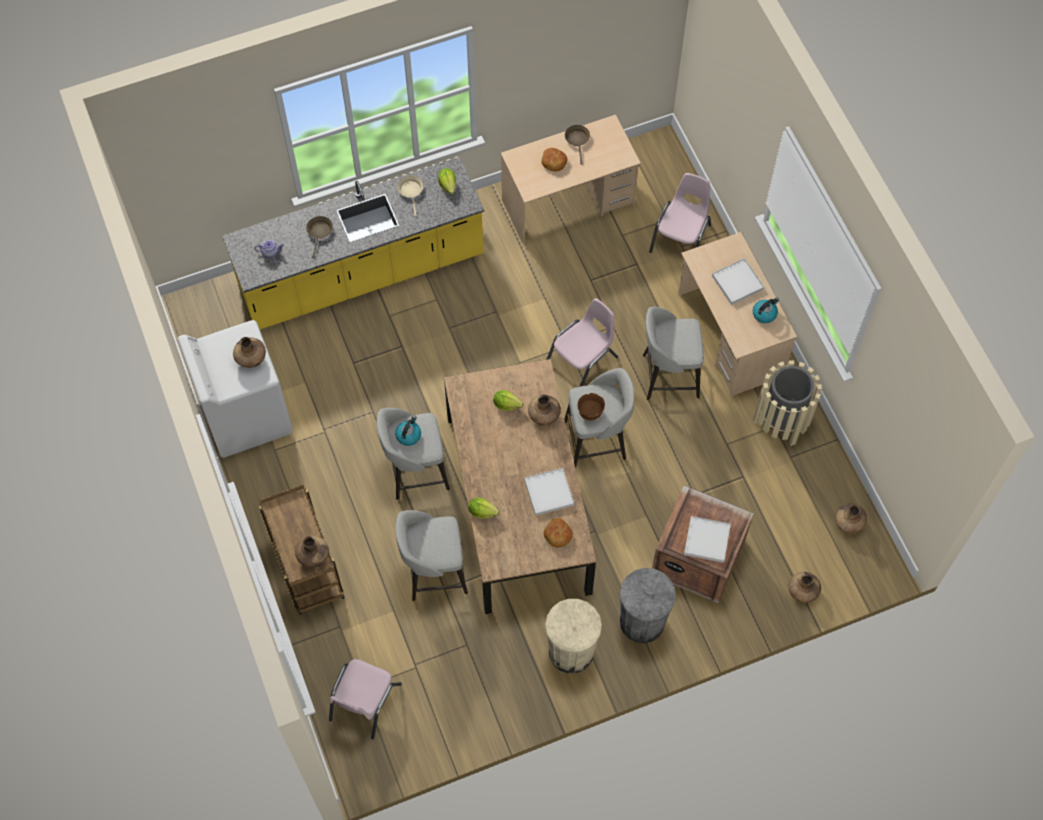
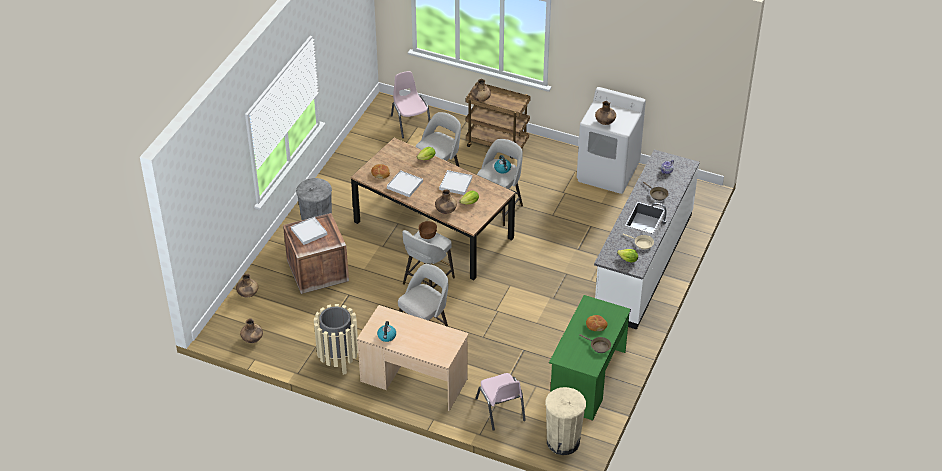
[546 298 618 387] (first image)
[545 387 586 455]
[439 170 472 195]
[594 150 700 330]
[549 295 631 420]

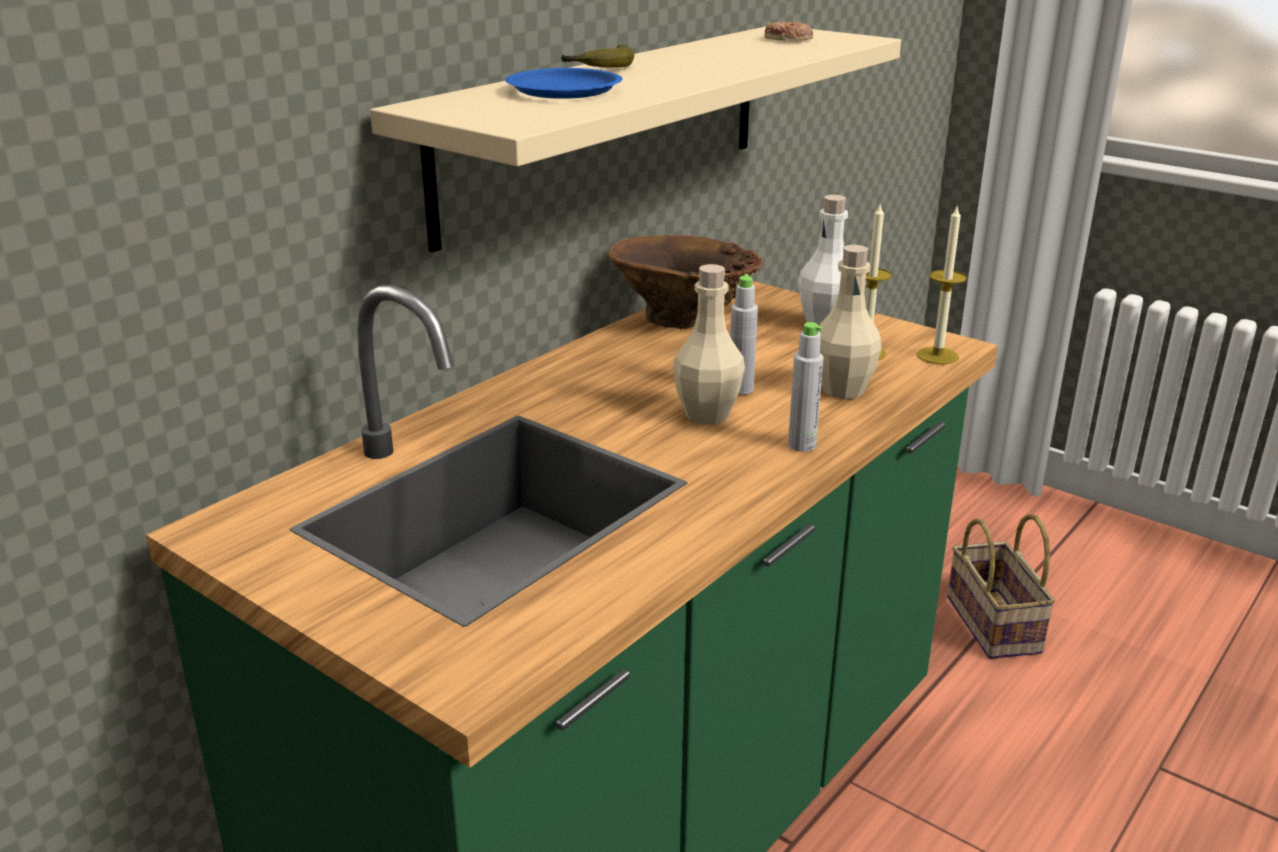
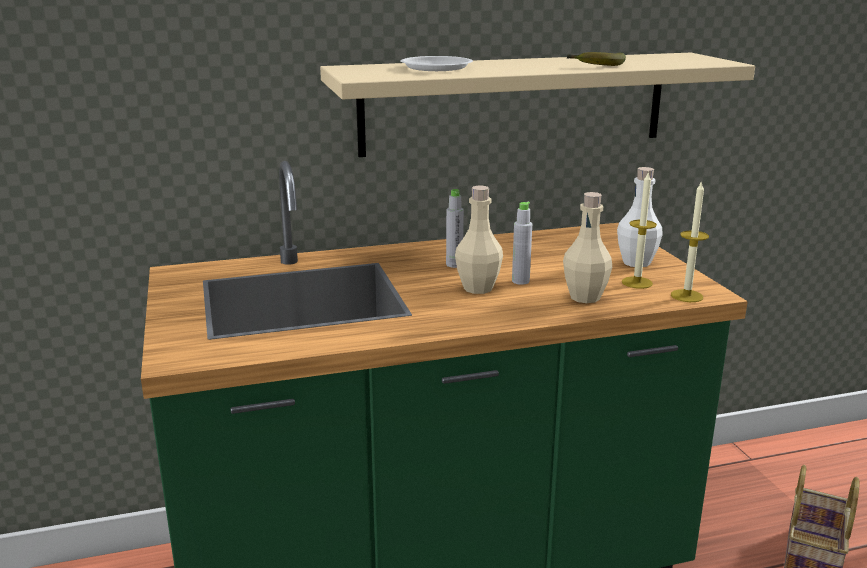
[608 235 763 329] (first image)
[765 22 813 41] (first image)
[567 52 626 66]
[446 189 464 268]
[400 56 473 71]

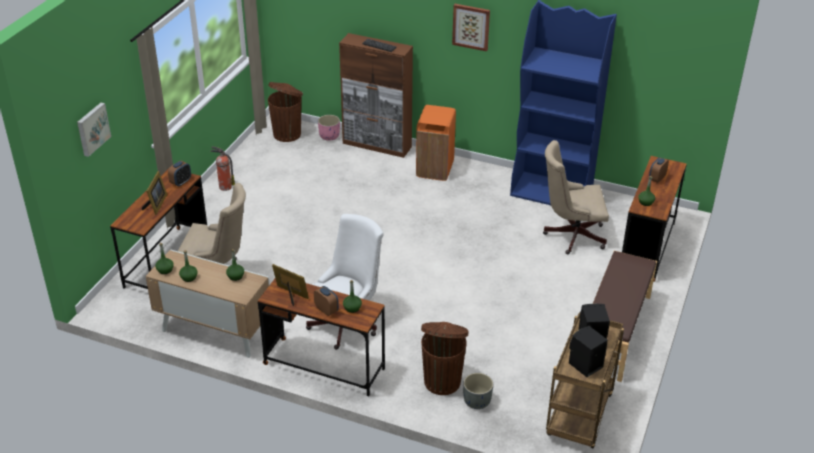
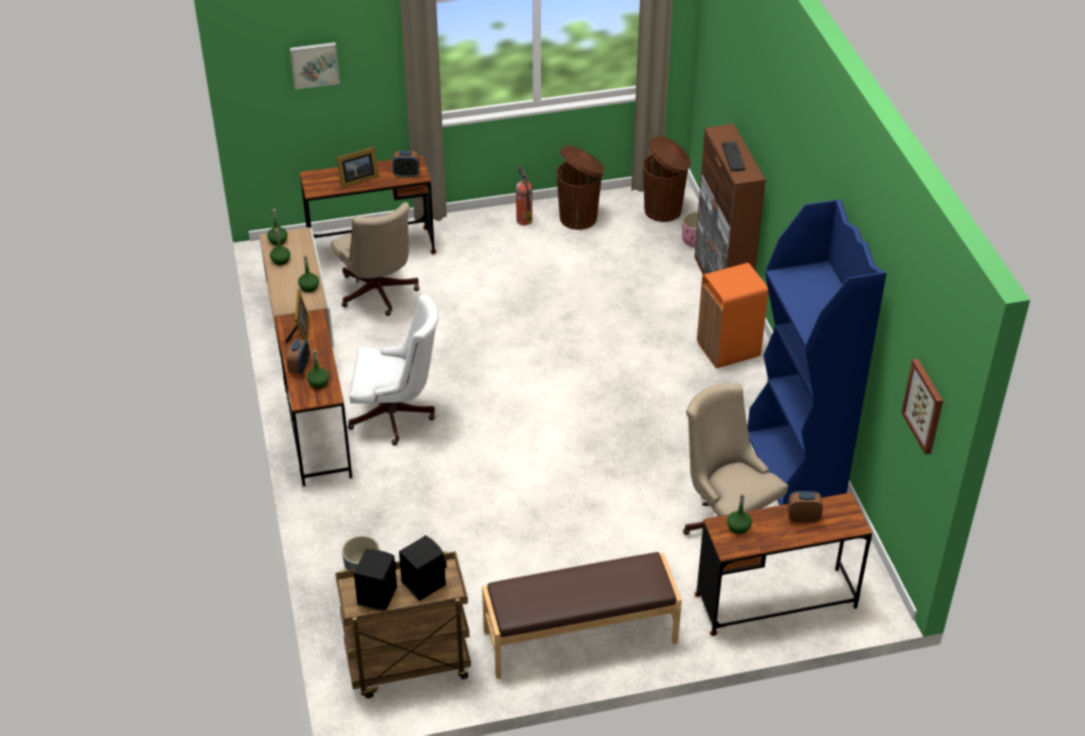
[556 146 604 230]
[901 359 943 455]

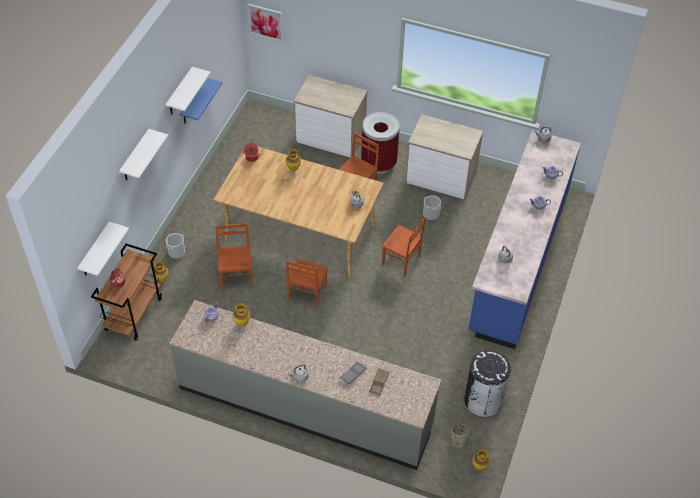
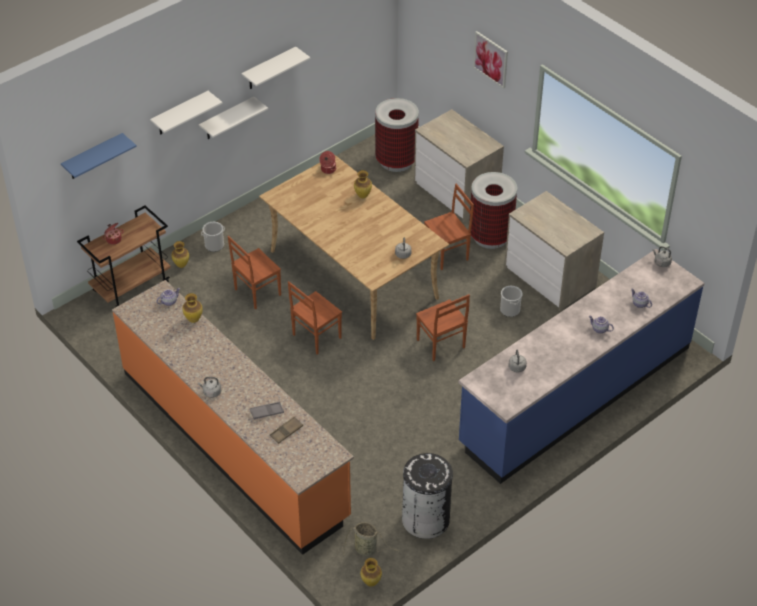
[375 98 419 172]
[199 97 268 139]
[61 133 137 179]
[473 31 508 89]
[112 280 354 555]
[228 236 281 310]

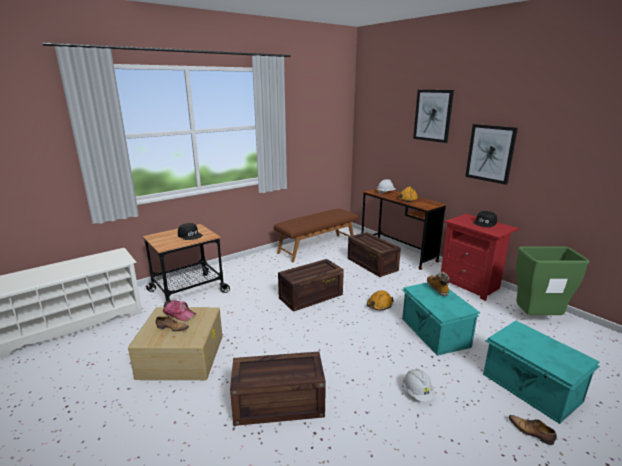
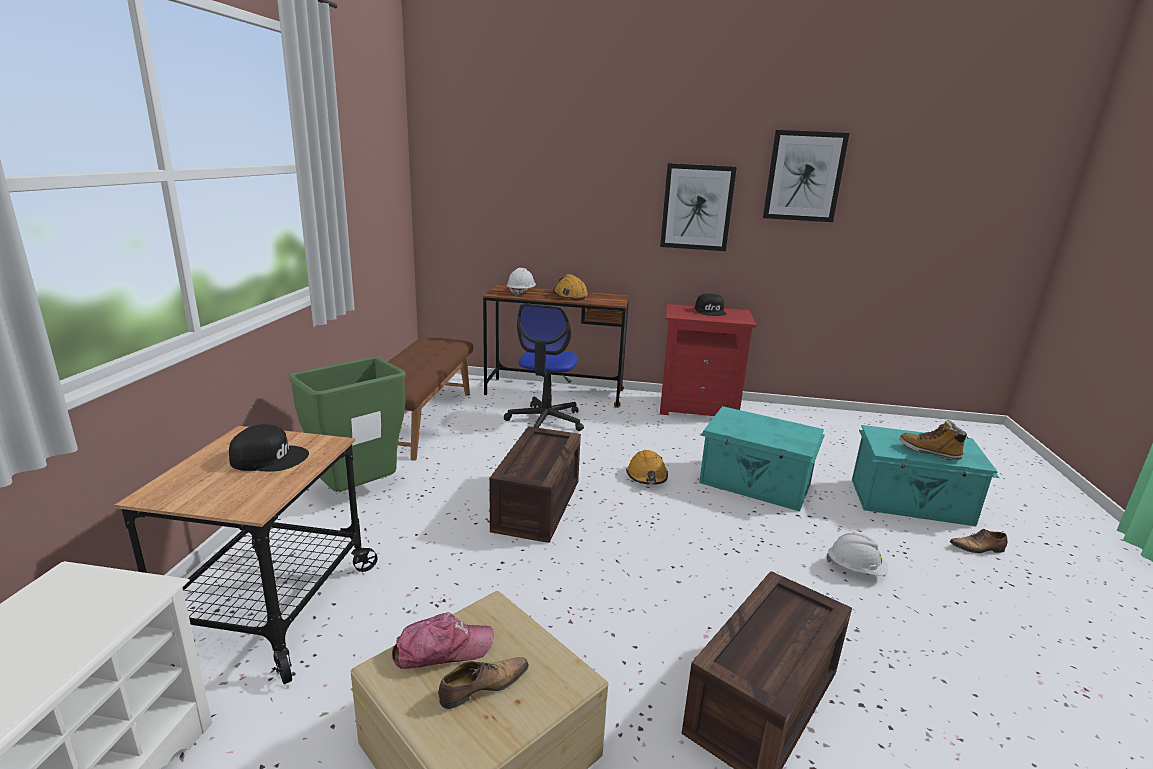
[763 130 849 222]
[899 420 969 460]
[289 357 406 492]
[504 303 584 431]

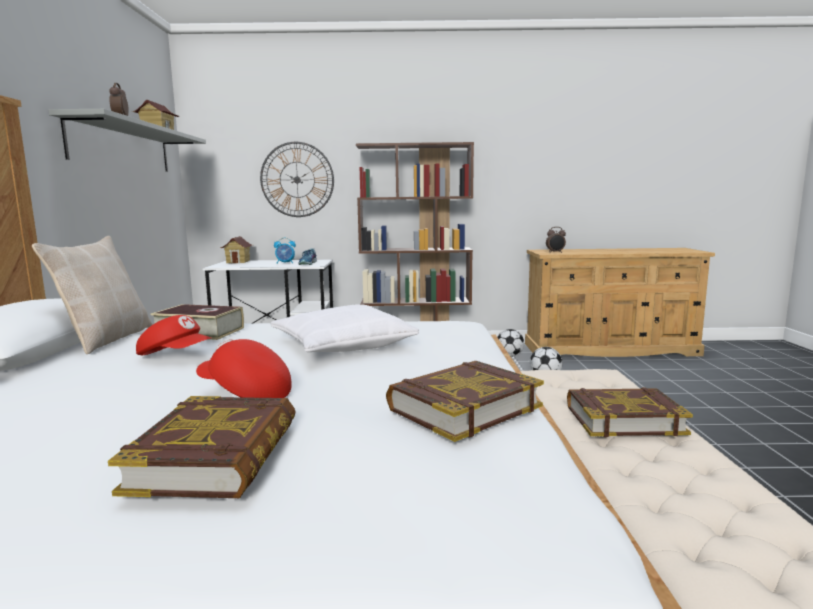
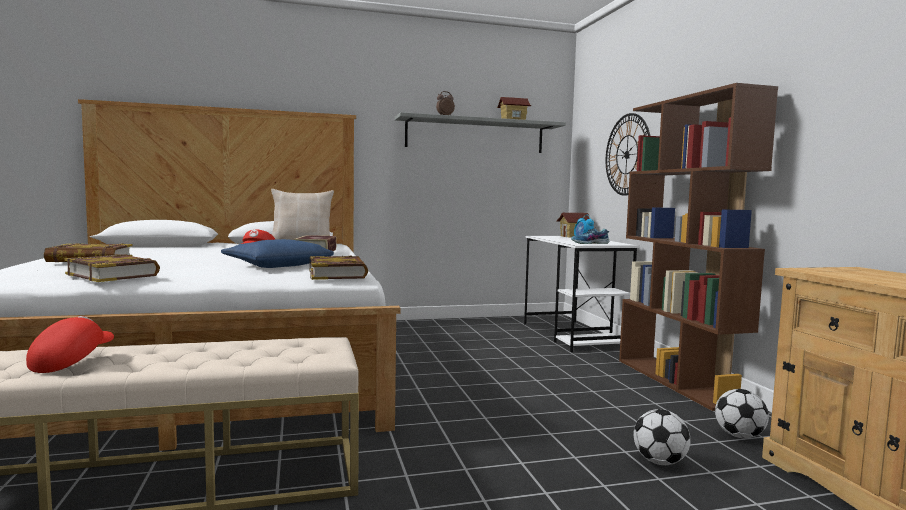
[546 227 566 253] (first image)
[26 316 114 373]
[310 256 368 280]
[221 239 334 268]

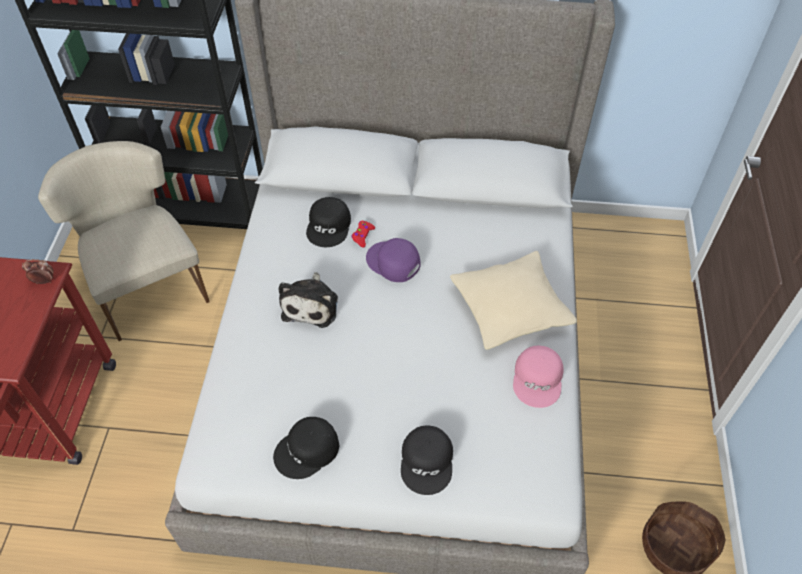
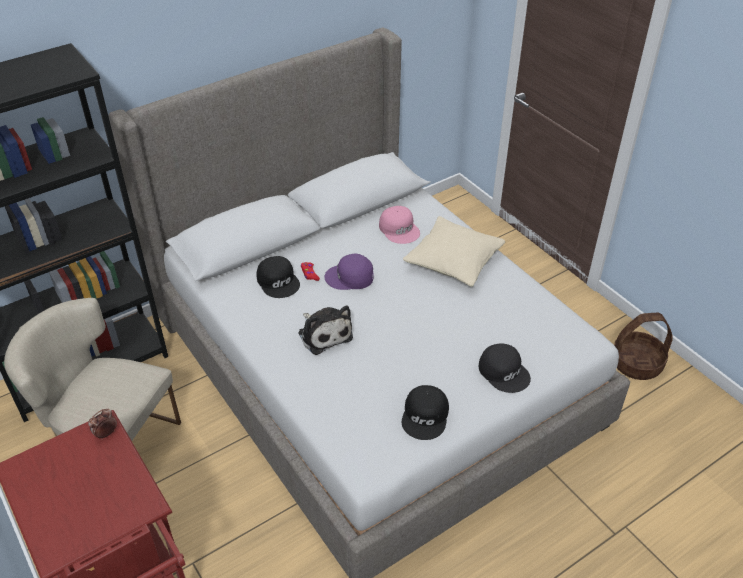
[379 206 420 244]

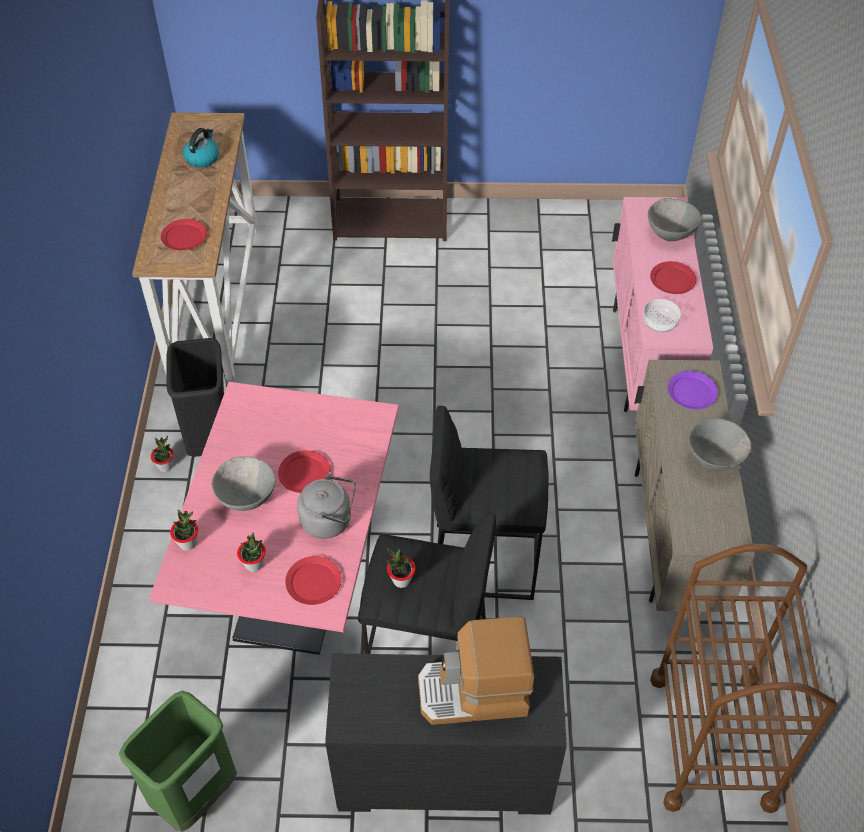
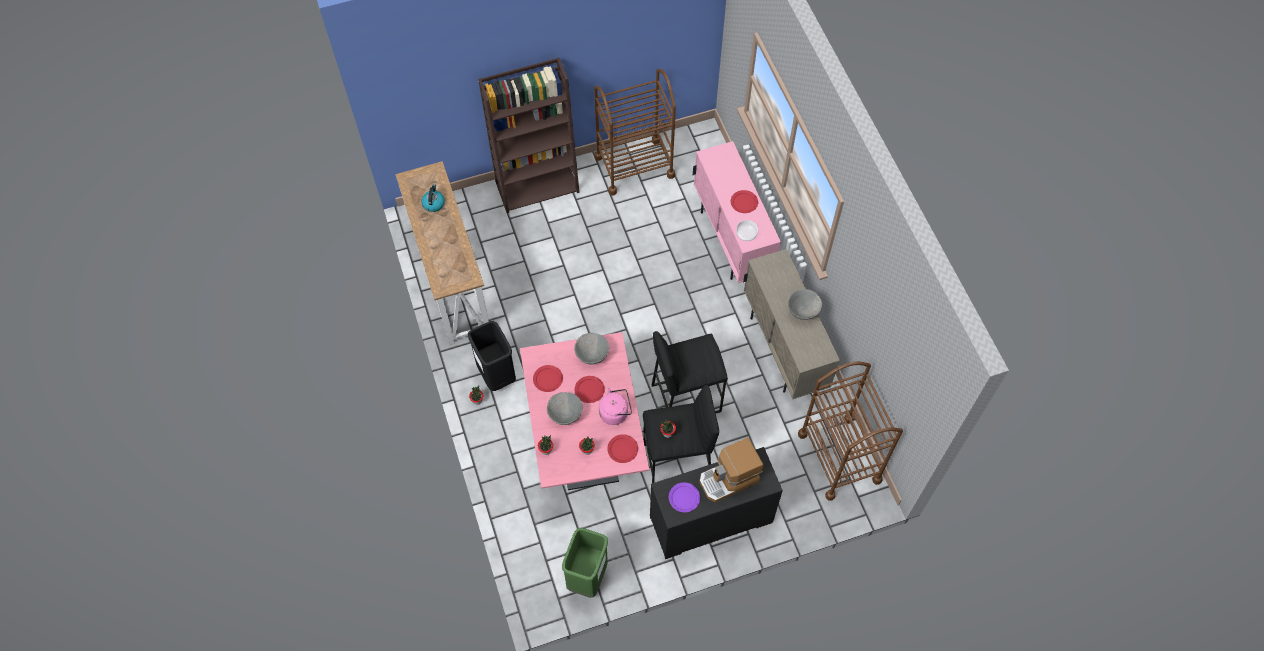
[594 69 676 195]
[533 365 563 392]
[574 333 609 365]
[669 483 700 512]
[599 387 632 425]

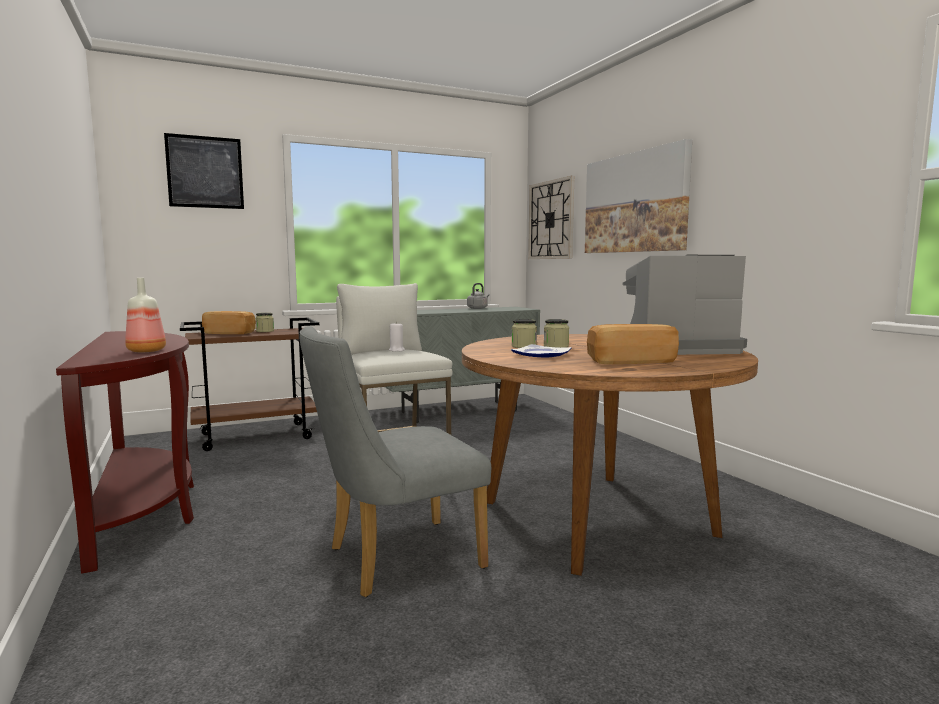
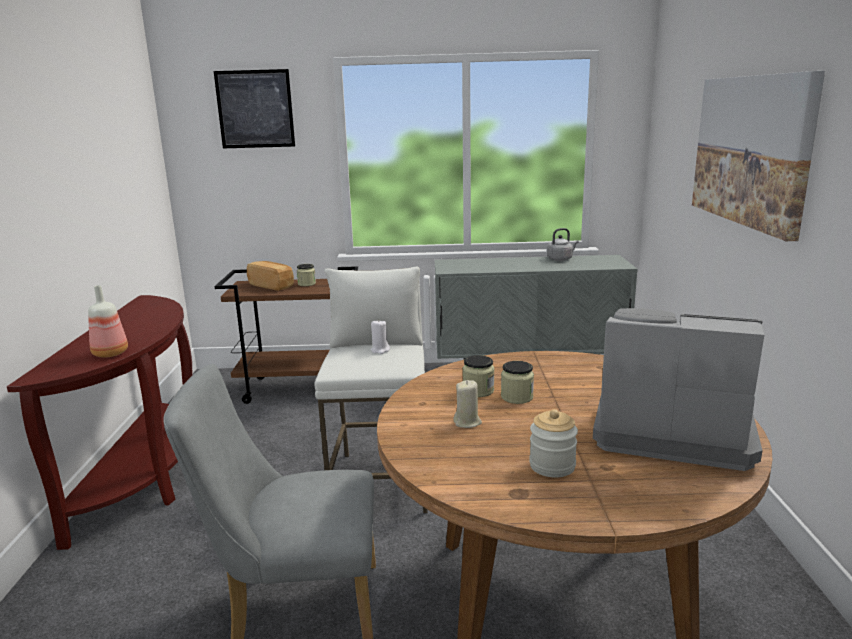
[528 176 574 259] (first image)
[454 380 482 428]
[529 409 578 478]

